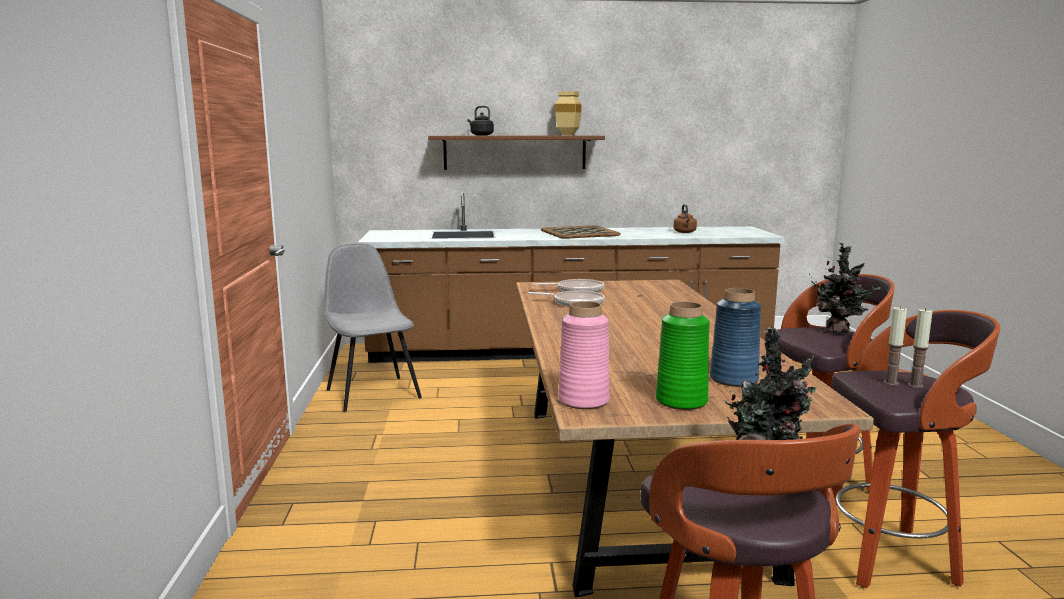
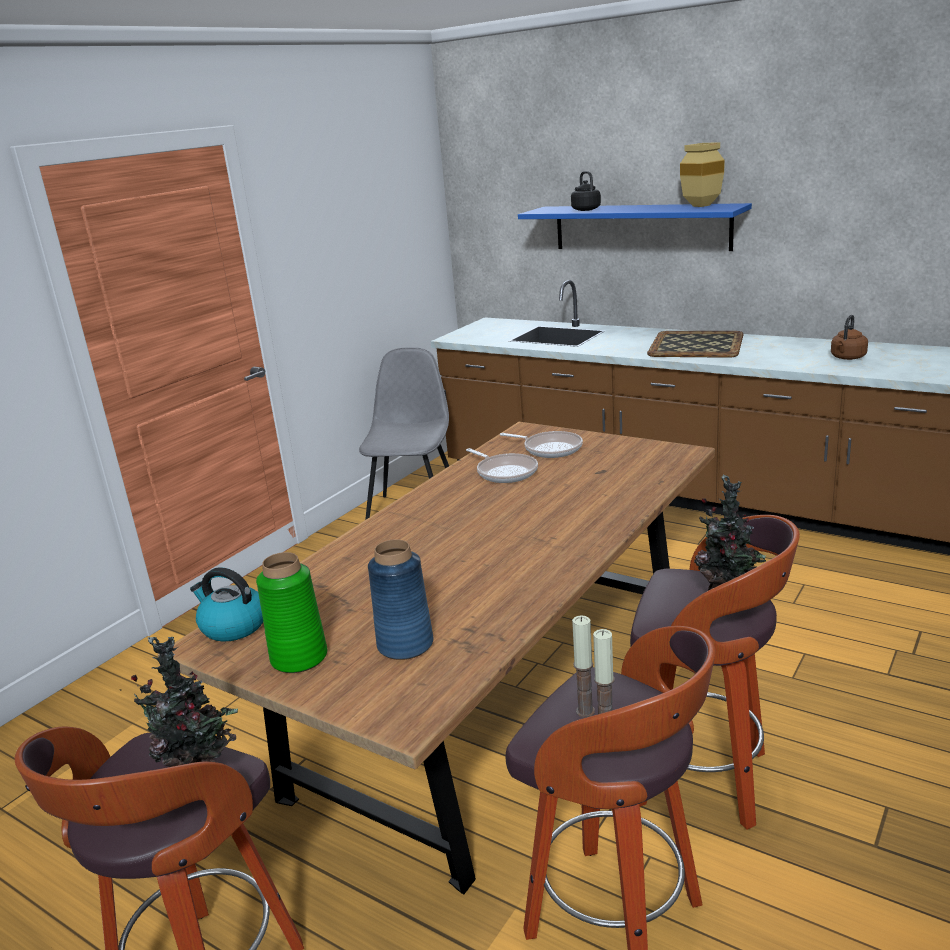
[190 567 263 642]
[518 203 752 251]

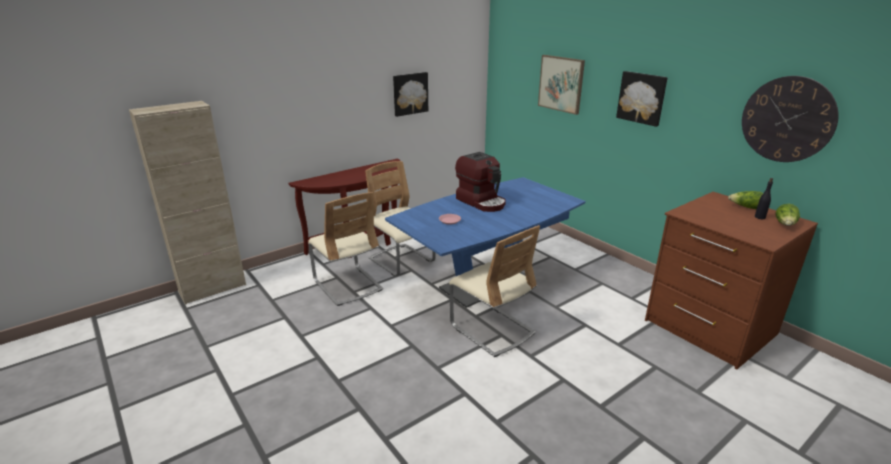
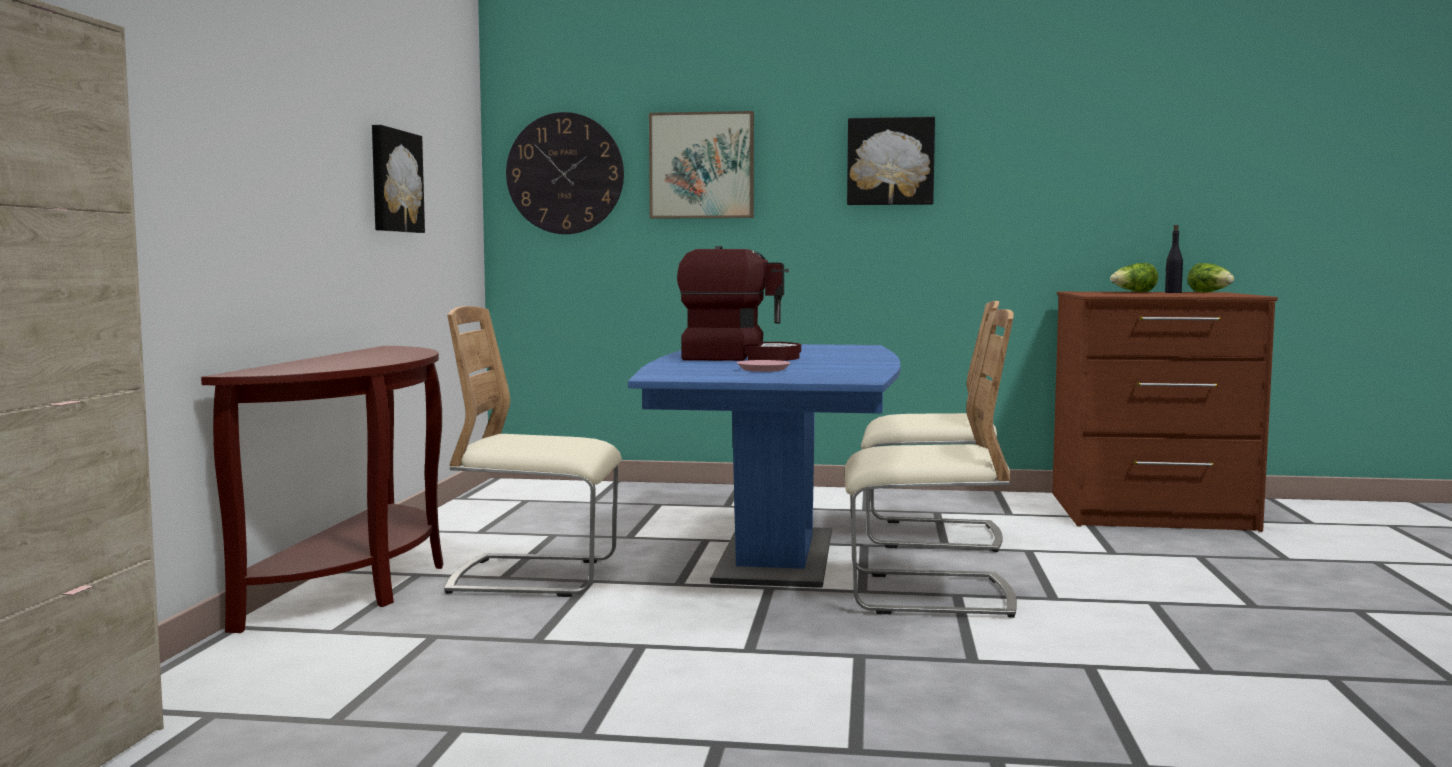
[861 301 1003 552]
[506 112 624 234]

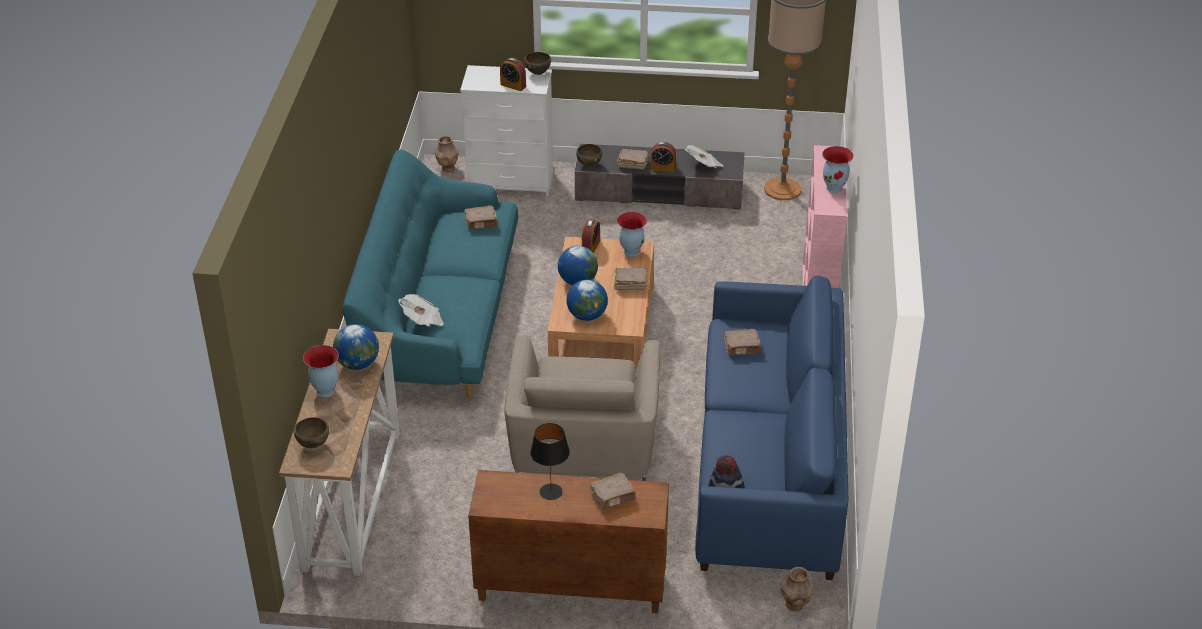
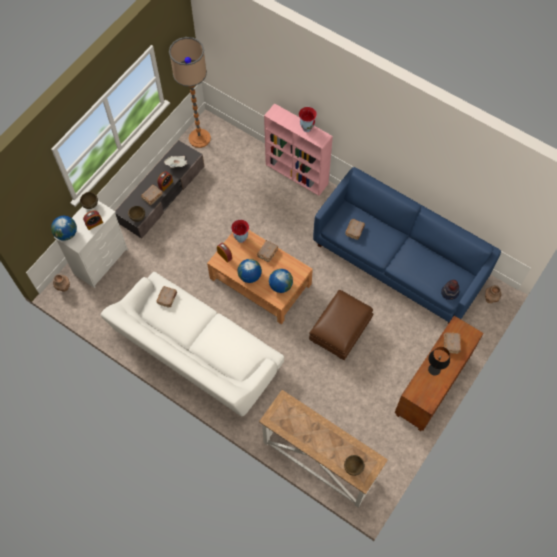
[303 345 339 397] (first image)
[398 294 444 326] (first image)
[51 216 77 241]
[309 290 373 360]
[101 272 284 416]

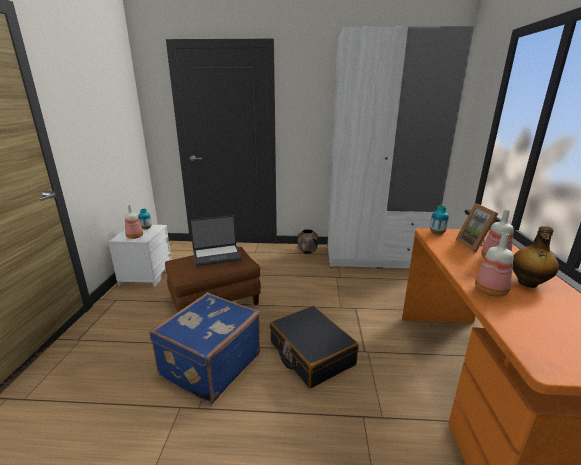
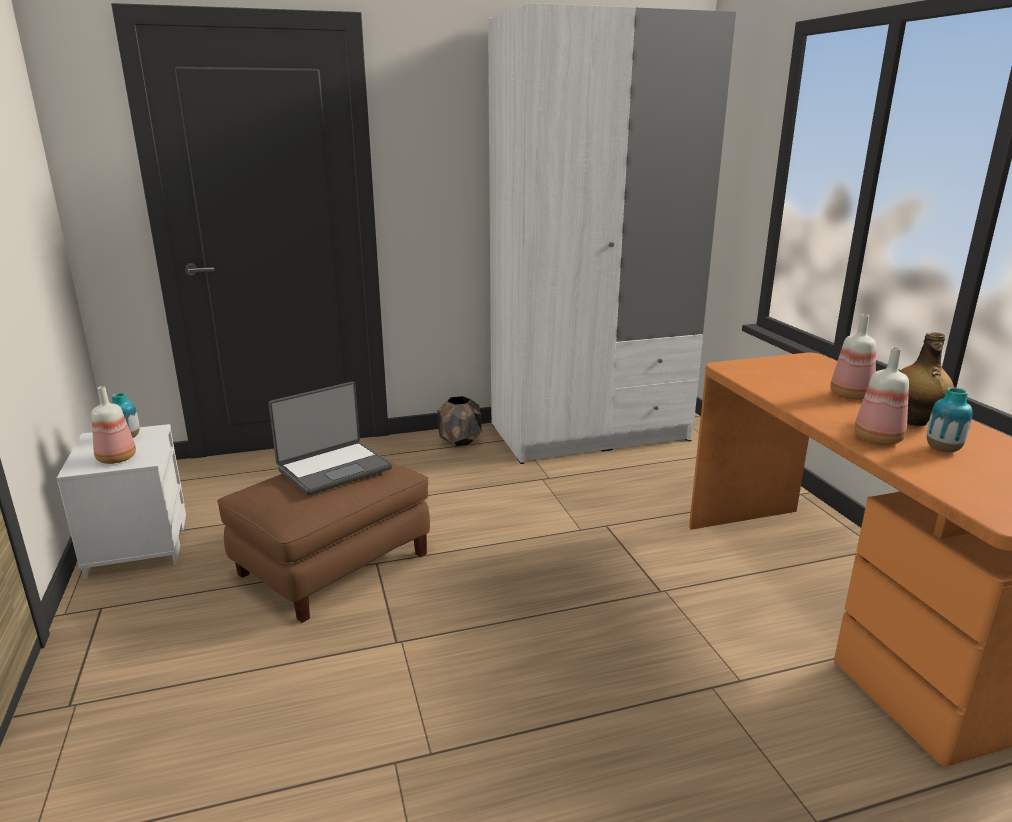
[149 292 260 404] (first image)
[270 306 359 388] (first image)
[455 203 499 253] (first image)
[927 387 973 452]

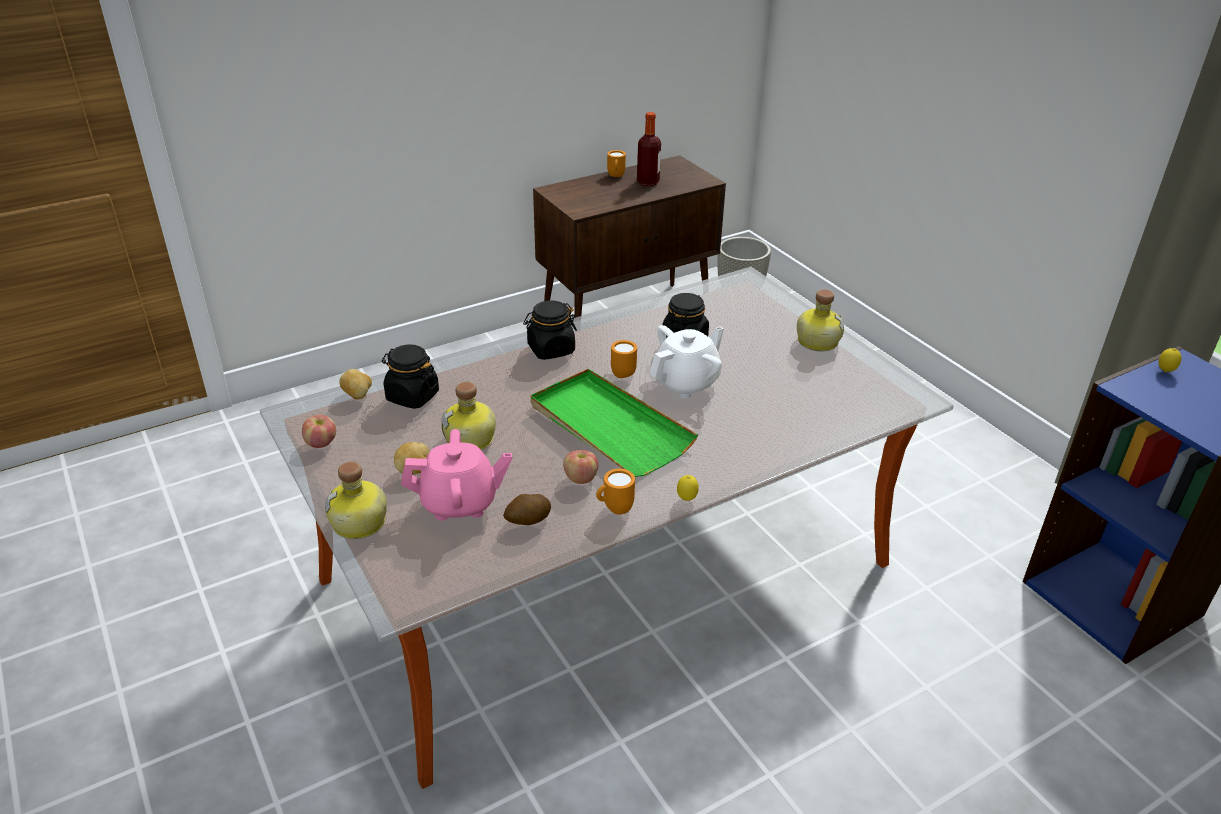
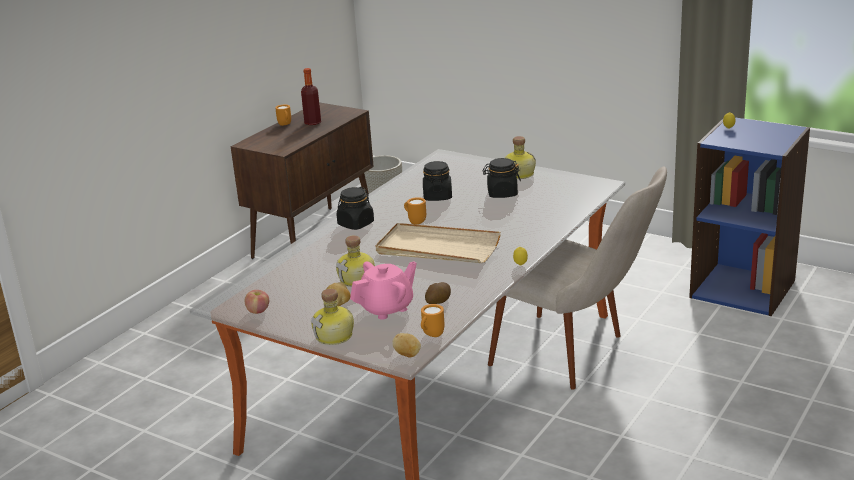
[563 450 598 484] (first image)
[649 325 724 399] (first image)
[488 167 667 390]
[392 333 421 357]
[483 158 521 198]
[421 304 444 337]
[375 223 501 263]

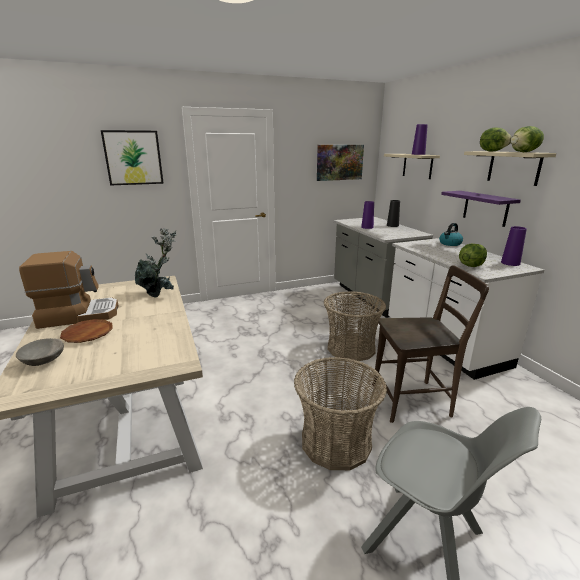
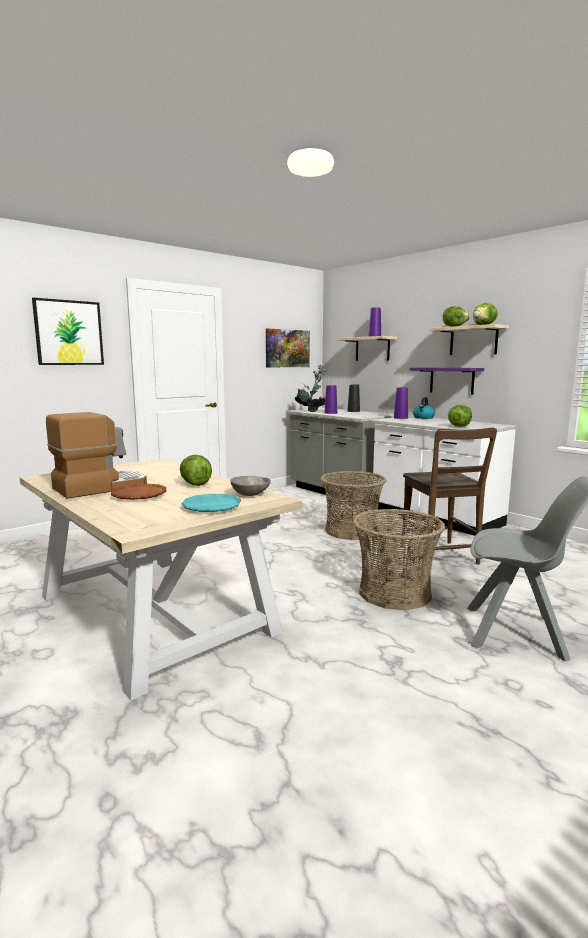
[180 455 212 486]
[181 494 241 512]
[230 476 271 496]
[295 365 327 412]
[394 387 408 419]
[401 428 497 565]

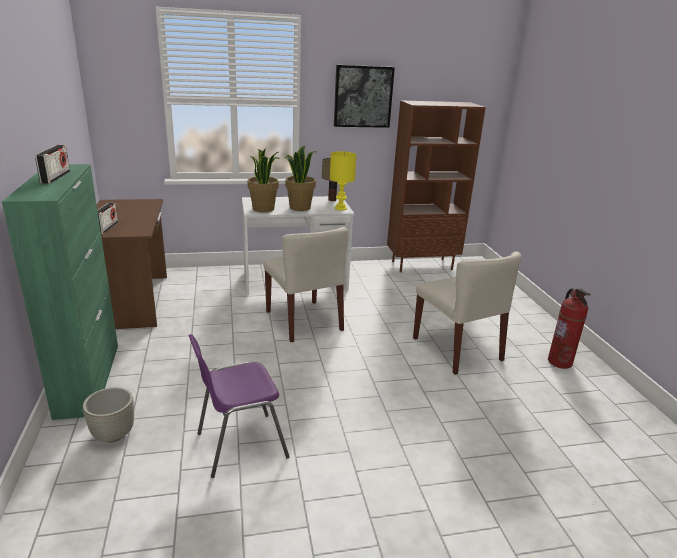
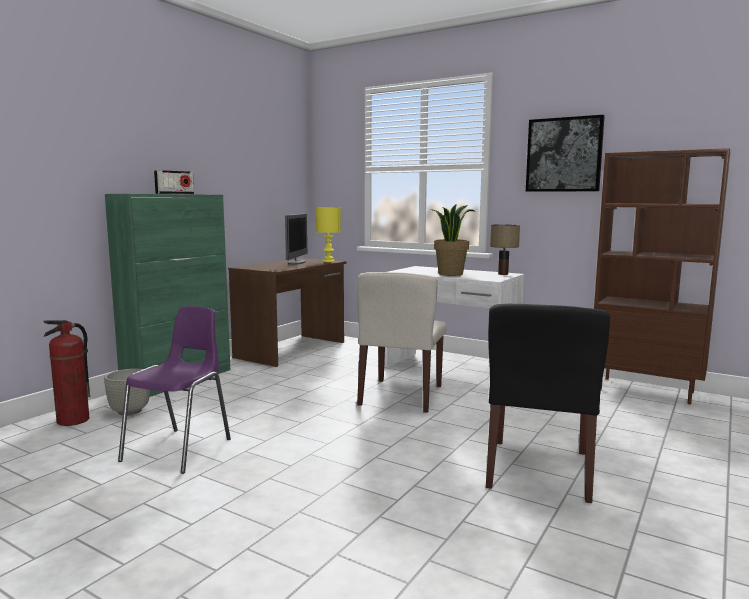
[97 202 118 234] (first image)
[247 148 280 212] (first image)
[285 214 307 265]
[316 207 341 262]
[44 320 90 426]
[486 304 610 503]
[118 306 231 474]

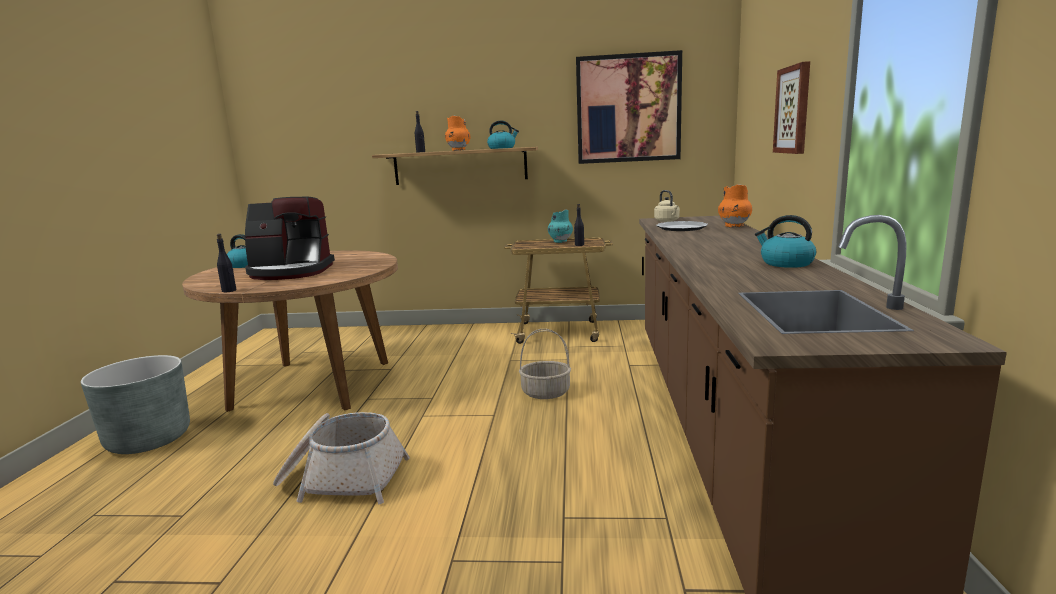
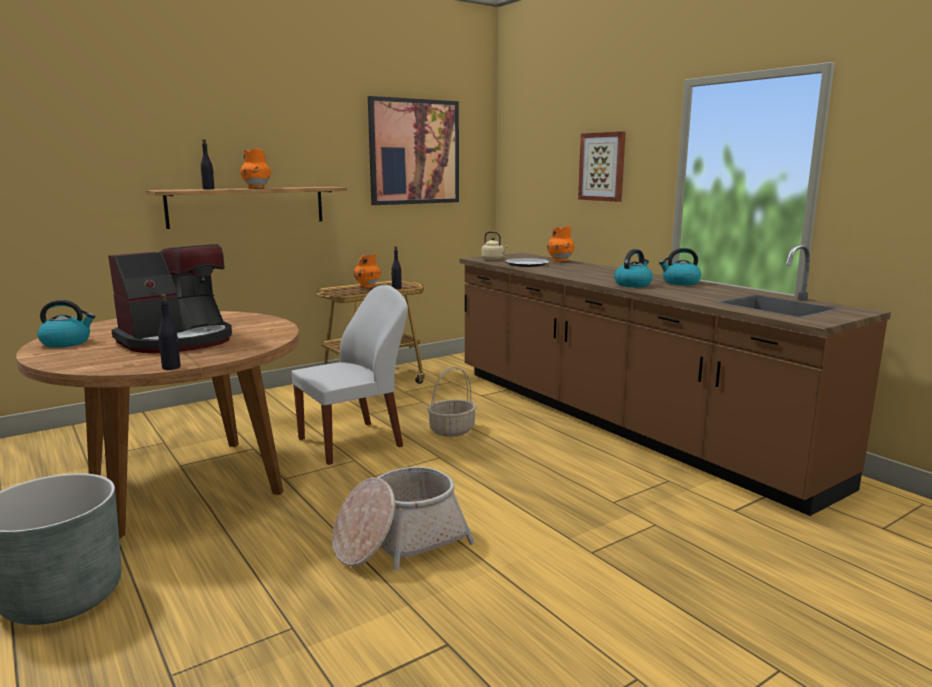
[291 285 408 465]
[614 249 653 287]
[353 253 381 288]

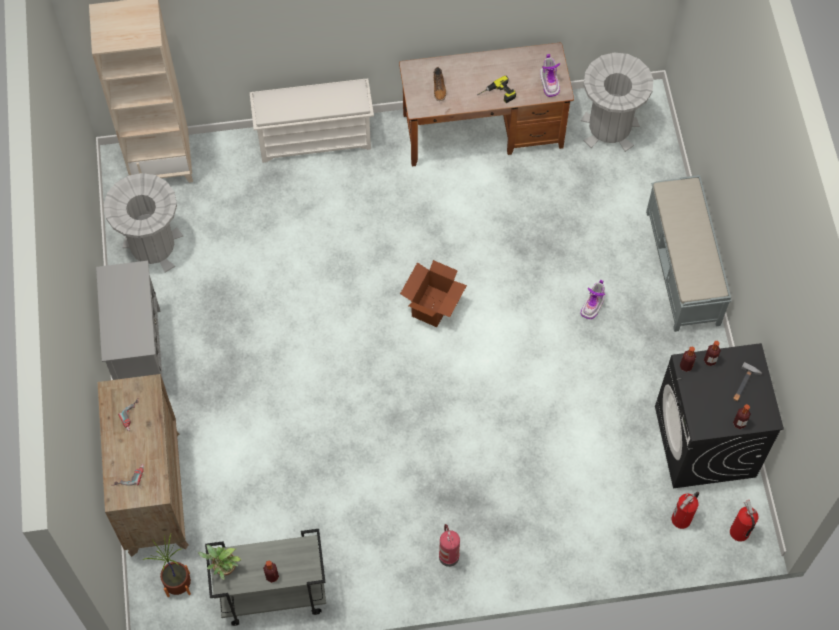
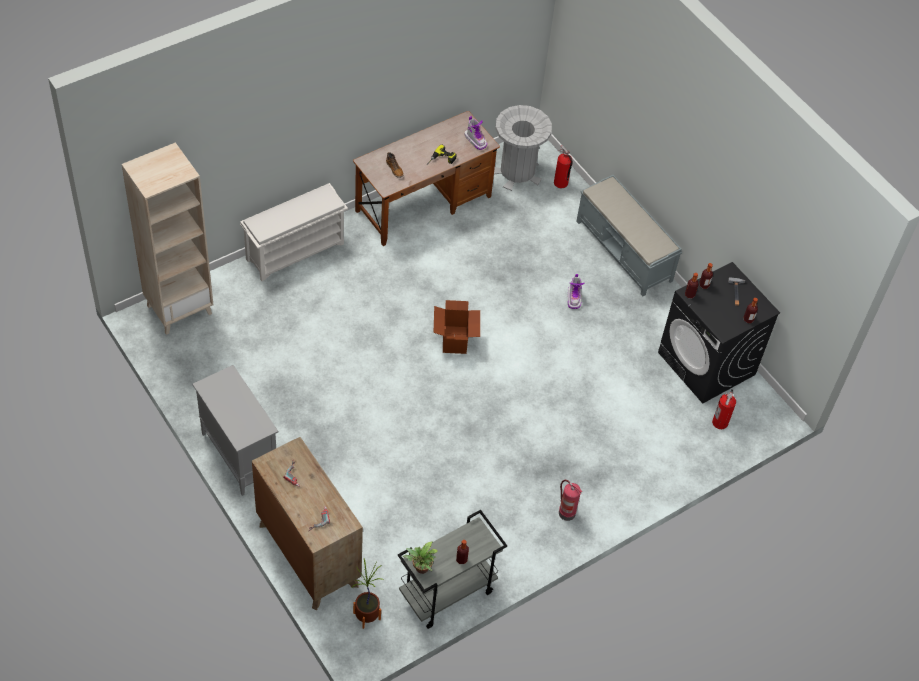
[104 173 183 272] (first image)
[554 145 573 188]

